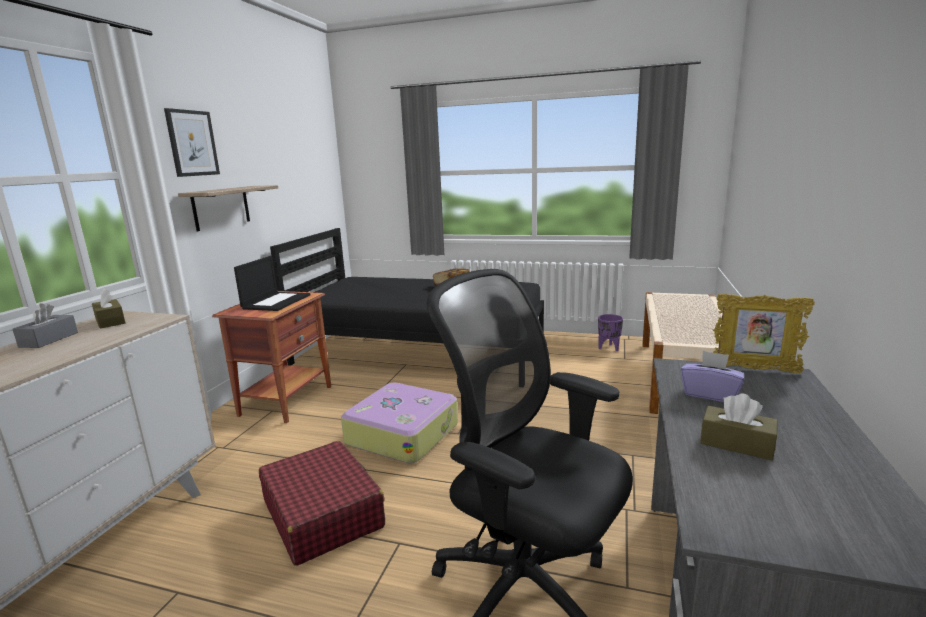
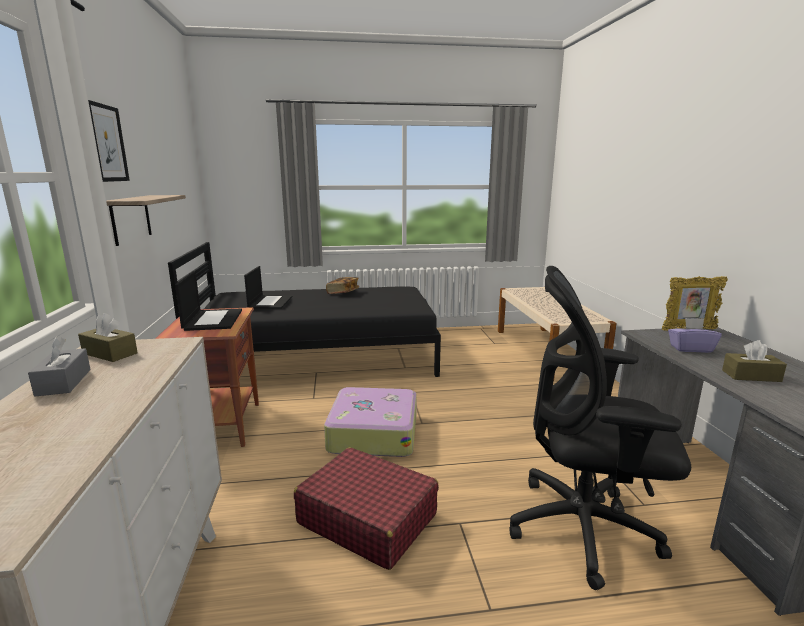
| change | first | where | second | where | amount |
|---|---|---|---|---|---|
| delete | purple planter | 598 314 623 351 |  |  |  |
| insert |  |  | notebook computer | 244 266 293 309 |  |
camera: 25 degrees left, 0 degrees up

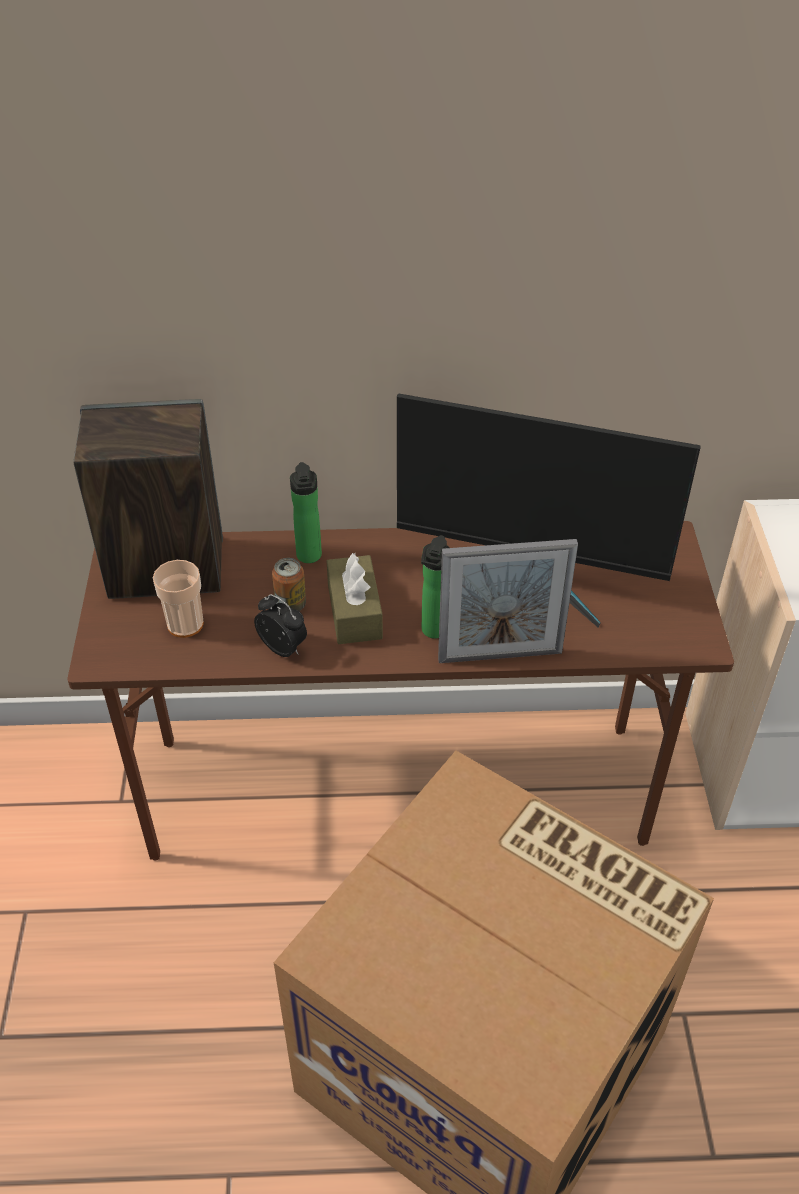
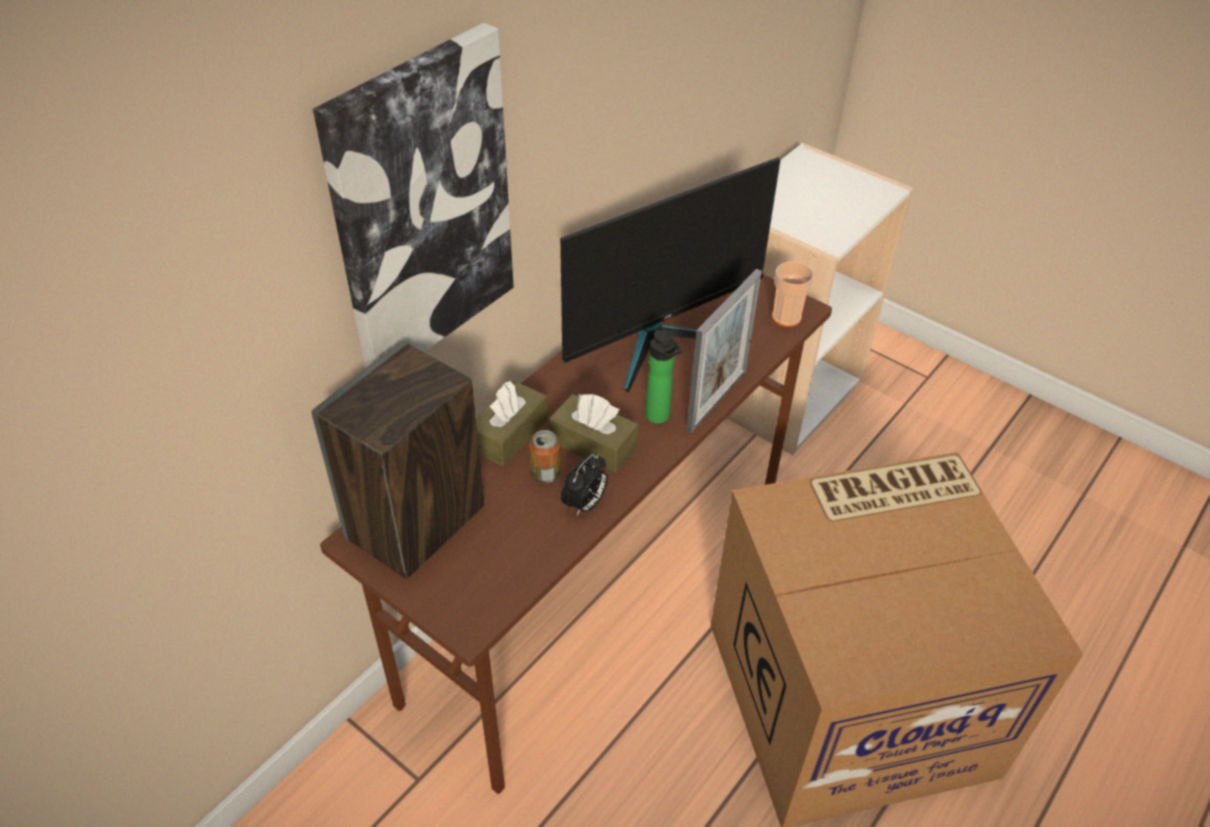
| change | first | where | second | where | amount |
|---|---|---|---|---|---|
| replace | drink bottle | 290 462 322 563 | brown-coloured tissue holder | 476 381 548 467 |  |
| move | drinking cup | 153 560 204 638 |  | 772 261 814 327 |  |
| rotate | alarm clock | 254 594 307 657 |  | 561 454 608 516 | 135 degrees clockwise |
| insert |  |  | wall picture | 313 23 514 369 |  |
camera: 50 degrees left, 0 degrees up

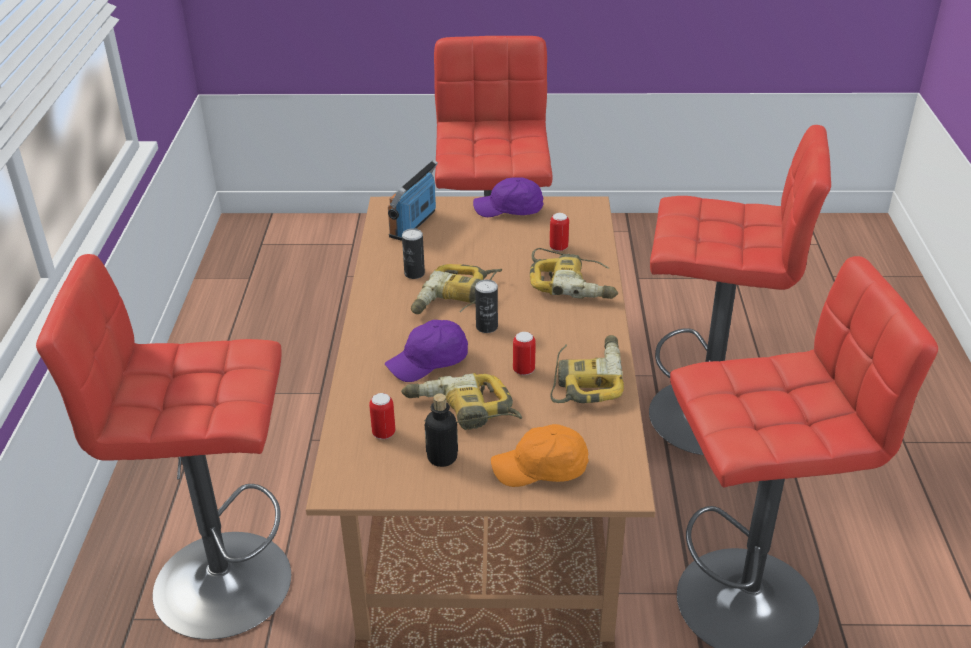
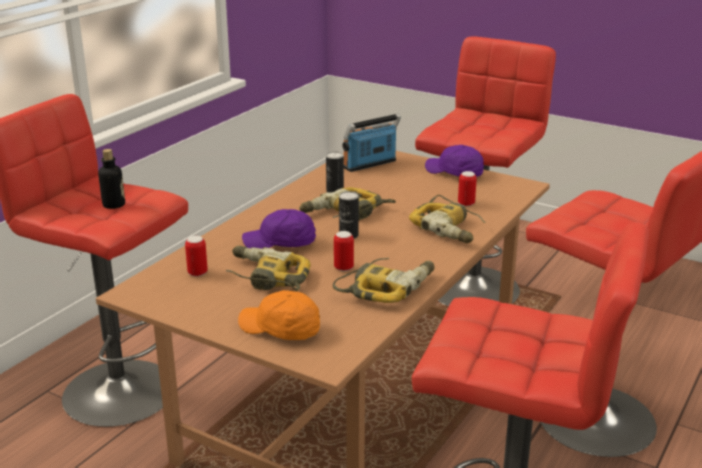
| change | first | where | second | where | amount |
|---|---|---|---|---|---|
| move | drink bottle | 425 393 458 467 |  | 98 149 125 209 |  |
camera: 30 degrees right, 10 degrees down

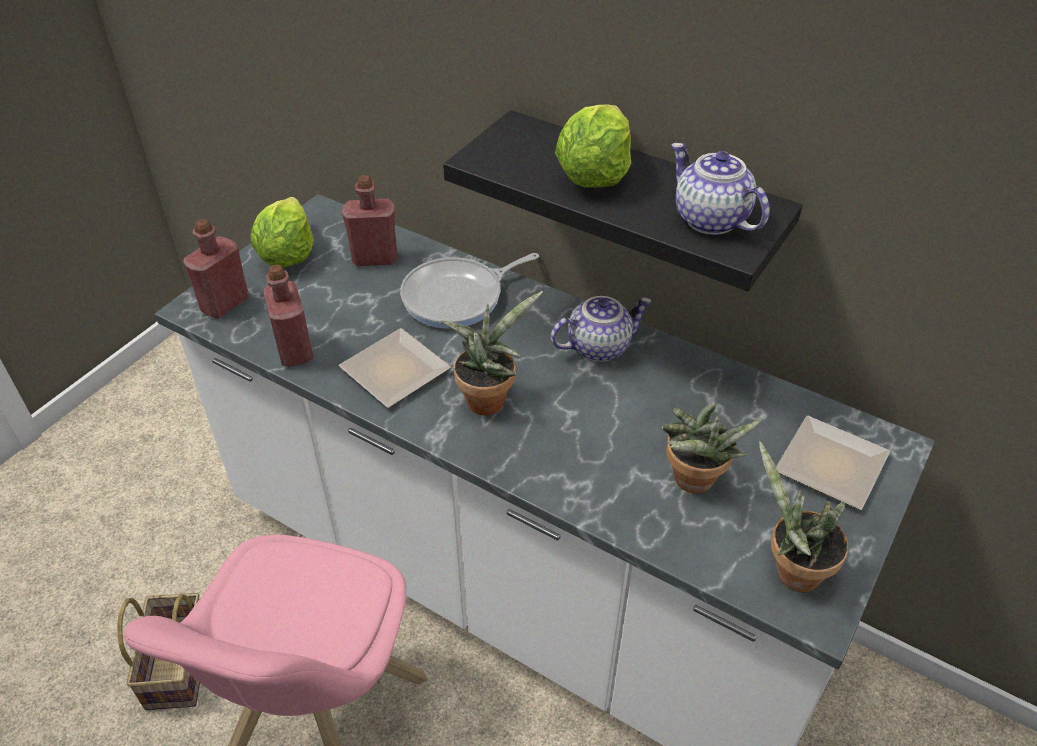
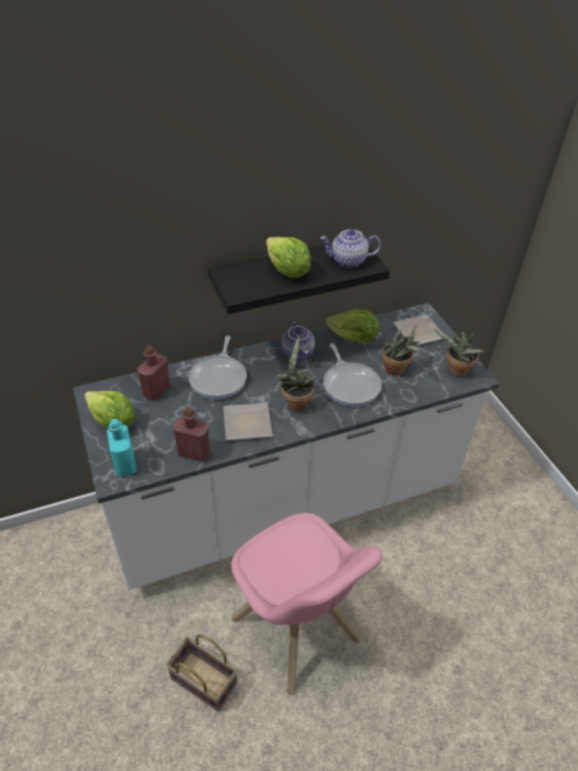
| change | first | where | second | where | amount |
|---|---|---|---|---|---|
| recolor | red drink bottle | 183 219 249 319 | blue-green drink bottle | 107 419 137 477 |  |
| rotate | pot for tea | 551 296 652 362 |  | 281 319 315 361 | 150 degrees clockwise |
| insert |  |  | head of lettuce | 326 310 379 343 |  |
| insert |  |  | skillet | 323 343 382 407 |  |
camera: 55 degrees left, 0 degrees up

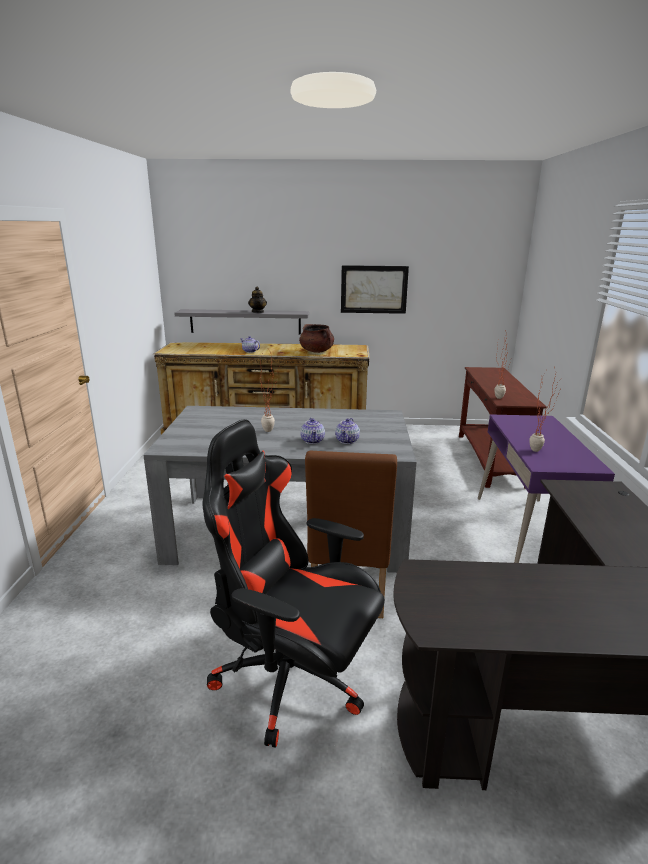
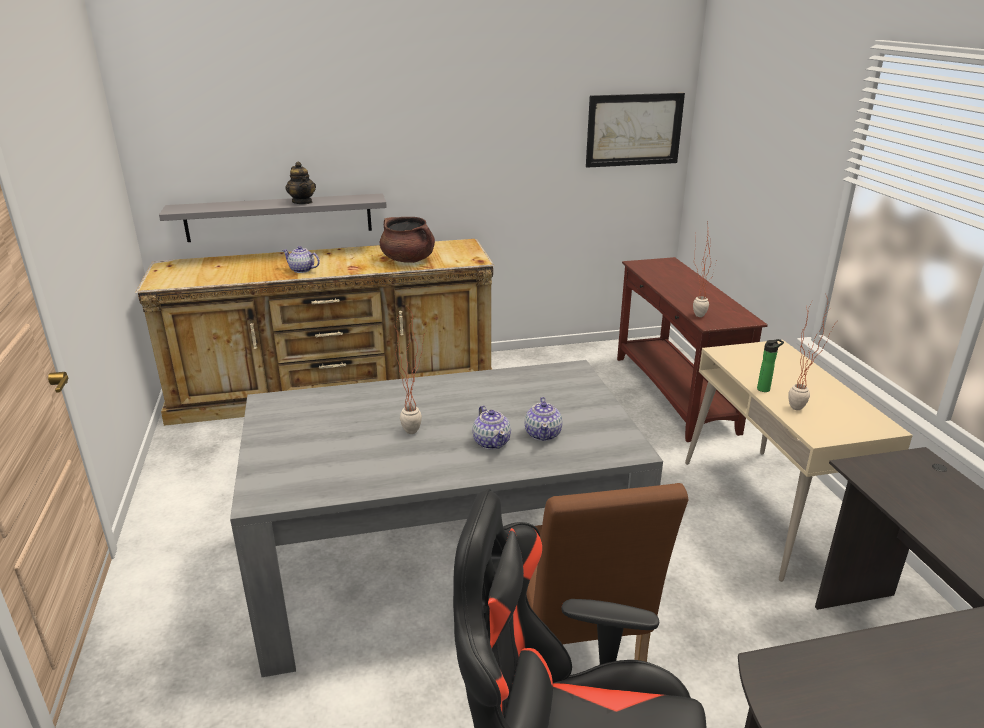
| change | first | where | second | where | amount |
|---|---|---|---|---|---|
| move | wall picture | 341 265 409 314 |  | 586 93 685 168 |  |
| recolor | purple desk unit | 478 415 615 563 | beige desk unit | 685 340 913 582 |  |
| insert |  |  | drink bottle | 757 339 784 392 |  |
camera: 15 degrees left, 5 degrees up

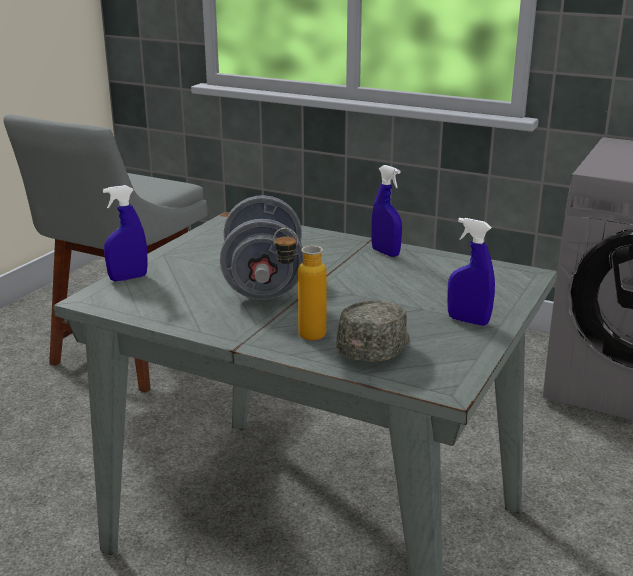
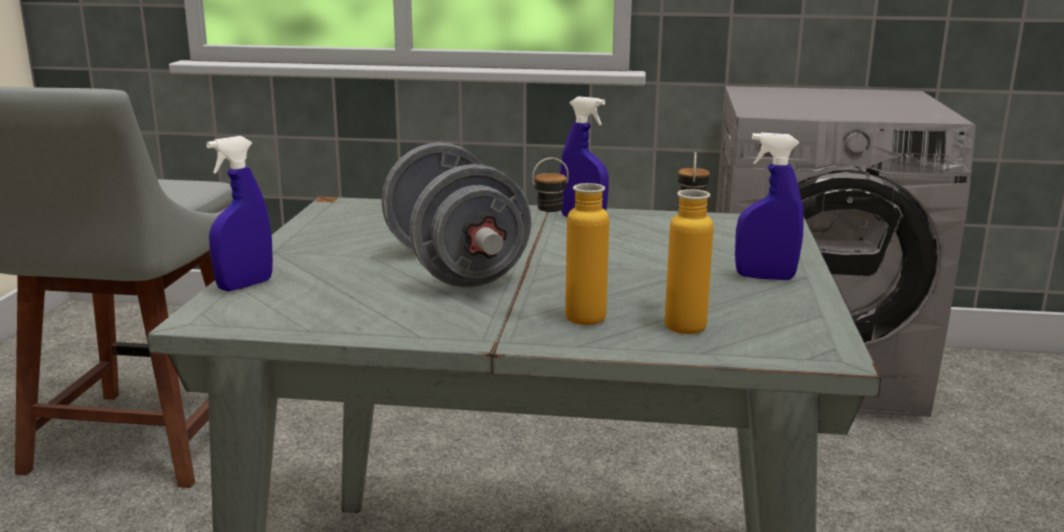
| change | first | where | second | where | amount |
|---|---|---|---|---|---|
| replace | greyish peaked cap | 336 300 410 362 | drink bottle | 665 152 714 334 |  |
camera: 20 degrees left, 5 degrees down

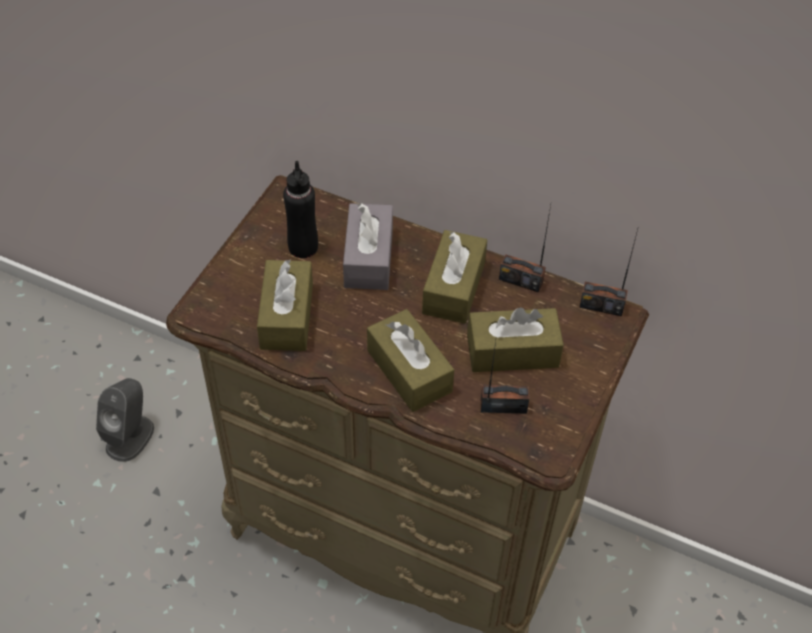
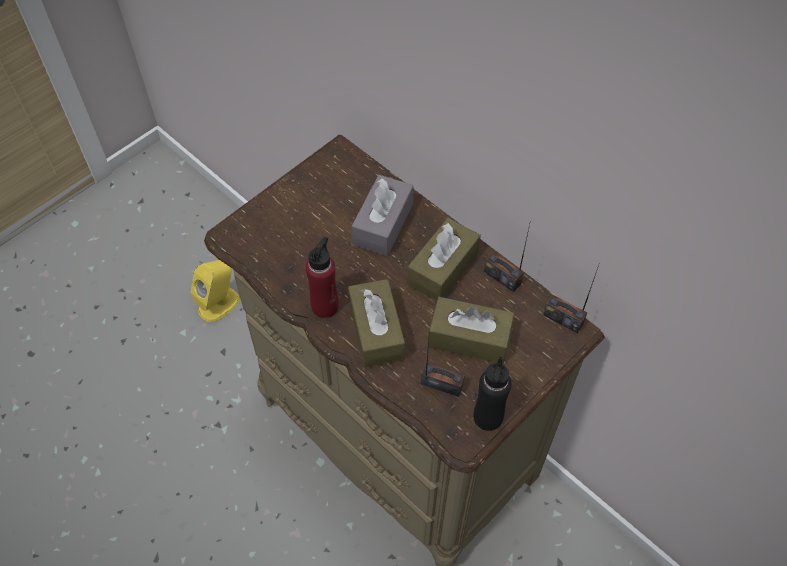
| change | first | where | second | where | amount |
|---|---|---|---|---|---|
| move | blackish drink bottle | 283 161 318 258 |  | 474 357 512 431 |  |
| delete | brown-coloured tissue holder | 257 259 313 351 |  |  |  |
| recolor | greyish loudspeaker | 96 378 154 462 | yellowish loudspeaker | 191 260 239 322 |  |
| insert |  |  | red drink bottle | 306 237 339 318 |  |
camera: 20 degrees right, 5 degrees up

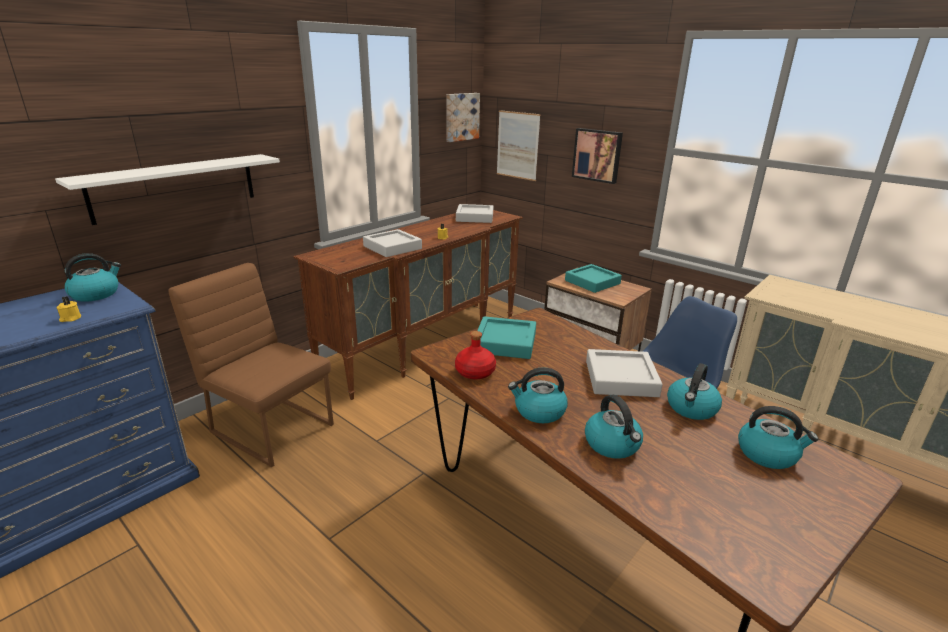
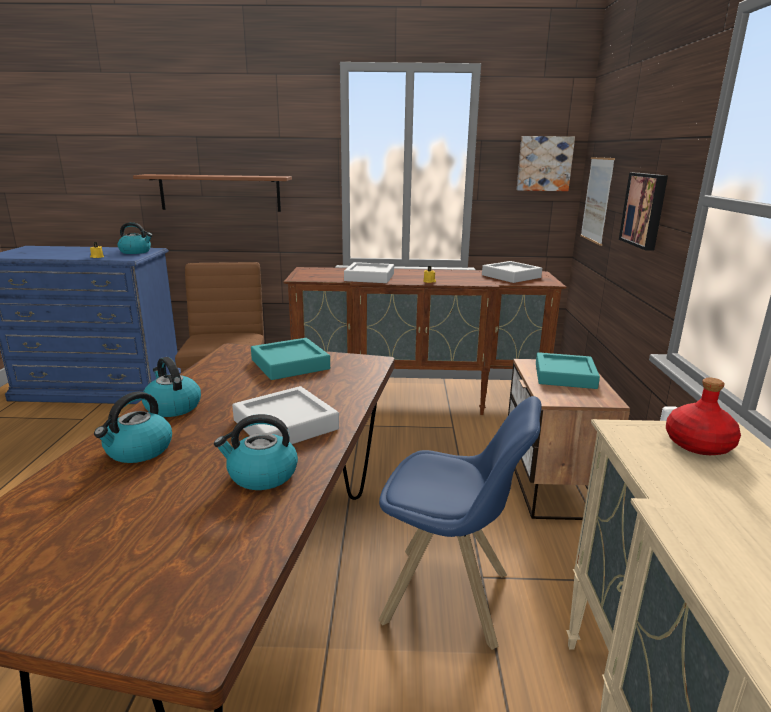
| change | first | where | second | where | amount |
|---|---|---|---|---|---|
| recolor | whitish wall shelf | 55 154 280 225 | brown-coloured wall shelf | 133 174 292 212 |  |
| move | red drink bottle | 455 331 496 379 |  | 666 378 741 455 |  |
| delete | water kettle | 738 406 818 469 |  |  |  |
camera: 50 degrees right, 5 degrees down

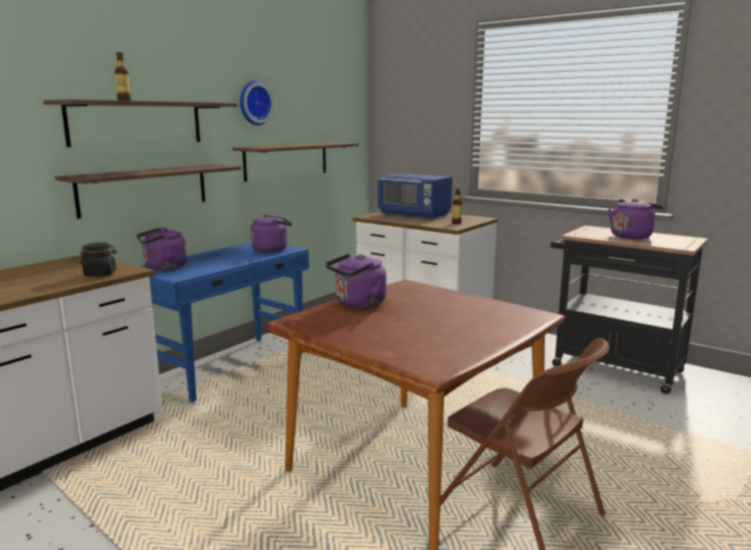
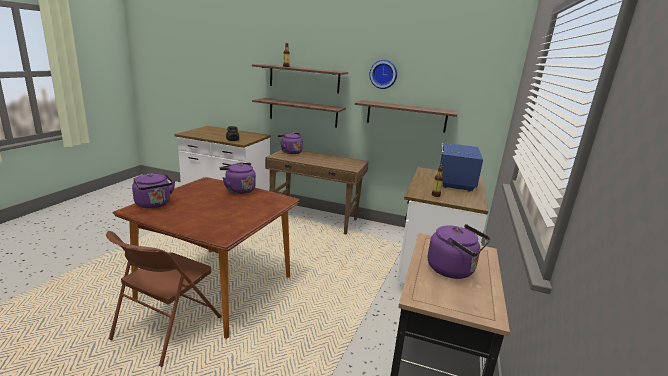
| change | first | where | second | where | amount |
|---|---|---|---|---|---|
| move | purple water kettle | 250 215 292 253 |  | 132 173 175 208 |  |
| recolor | blue-coloured console table | 140 242 309 402 | brown-coloured console table | 265 150 369 234 |  |
camera: 70 degrees right, 5 degrees up

